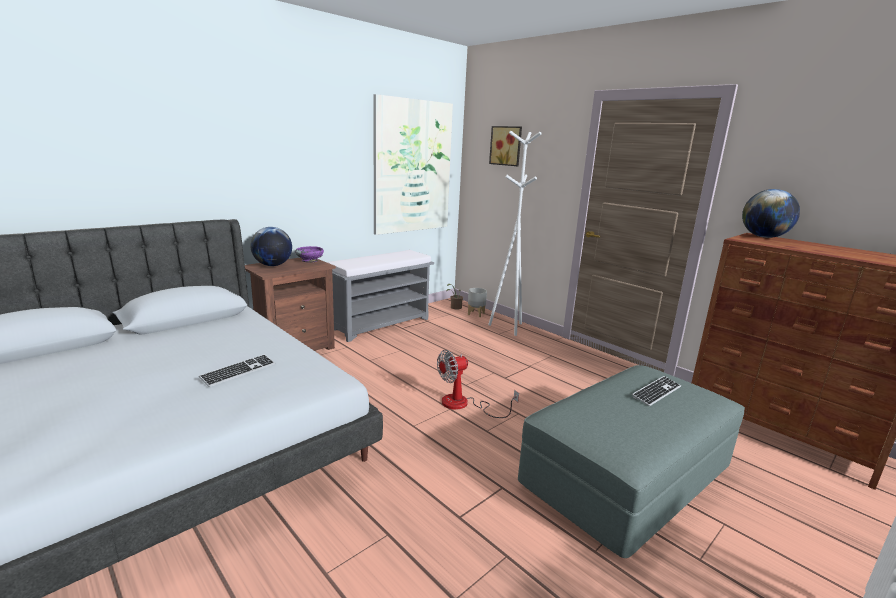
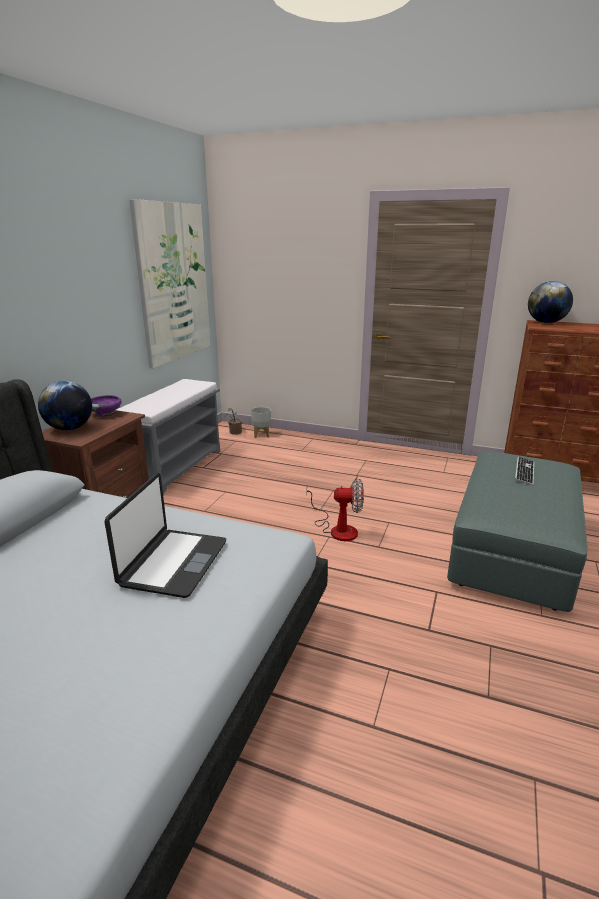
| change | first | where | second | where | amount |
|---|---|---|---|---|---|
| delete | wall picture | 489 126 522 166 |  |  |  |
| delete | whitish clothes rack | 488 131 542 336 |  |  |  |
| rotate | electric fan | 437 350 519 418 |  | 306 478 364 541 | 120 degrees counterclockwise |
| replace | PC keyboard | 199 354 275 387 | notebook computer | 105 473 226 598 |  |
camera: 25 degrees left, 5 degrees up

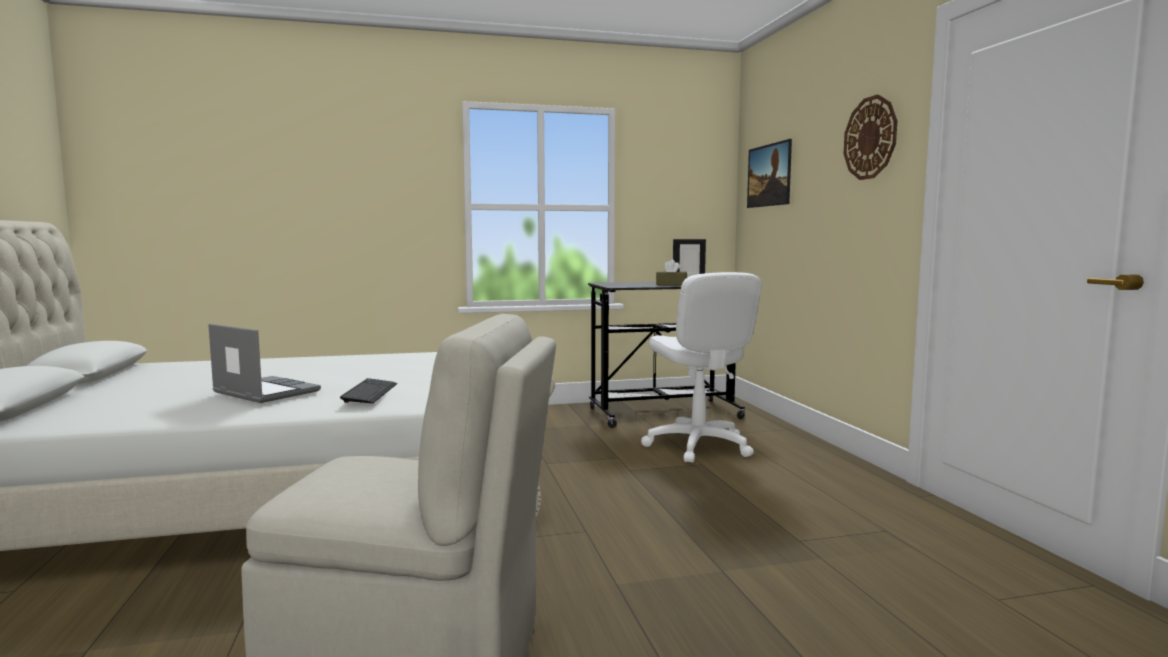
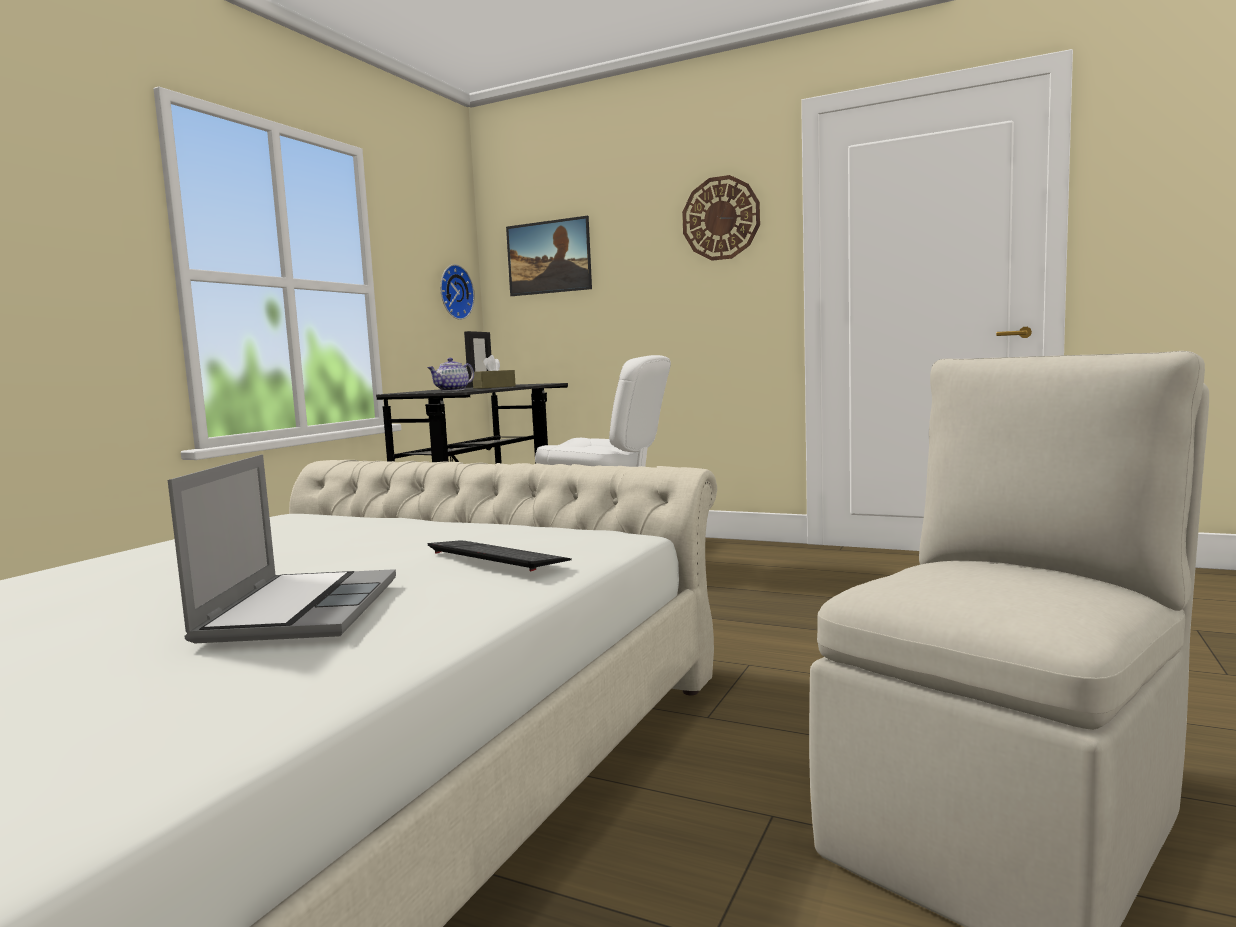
| change | first | where | second | where | amount |
|---|---|---|---|---|---|
| rotate | notebook computer | 208 324 321 403 |  | 168 454 396 643 | 105 degrees clockwise |
| insert |  |  | hanging clock | 440 264 475 320 |  |
| insert |  |  | pot for tea | 428 358 474 391 |  |
camera: 50 degrees left, 0 degrees up

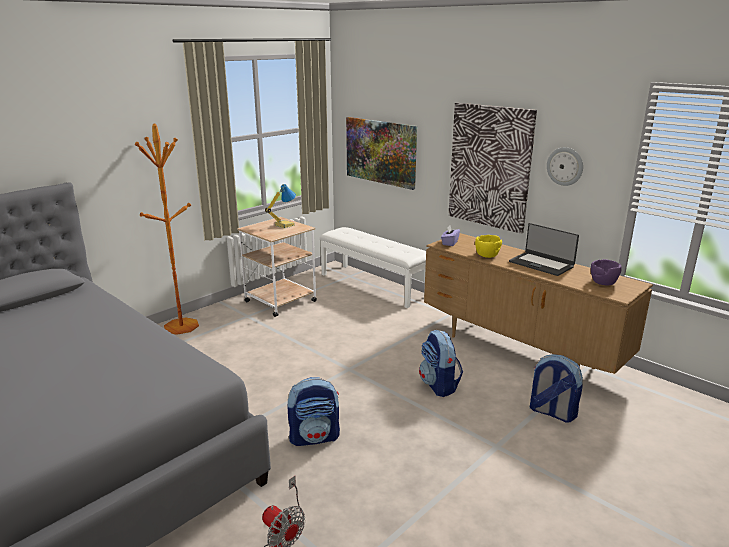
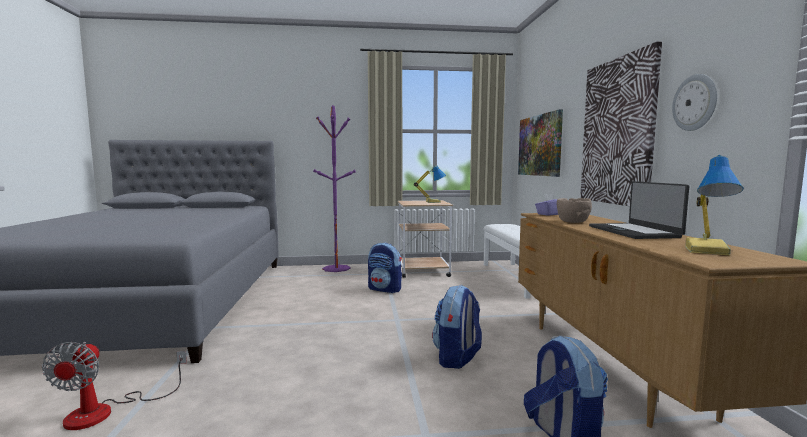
| change | first | where | second | where | amount |
|---|---|---|---|---|---|
| recolor | orange-coloured clothes rack | 135 124 199 335 | purple clothes rack | 313 105 356 272 |  |
| recolor | yellowish deep dish | 475 235 502 258 | brown-coloured deep dish | 557 198 592 223 |  |
| replace | purple deep dish | 591 259 622 285 | lamp for a table | 685 155 744 256 |  |
| move | rucksack | 287 377 340 446 |  | 368 242 402 293 |  |
camera: 40 degrees right, 15 degrees down

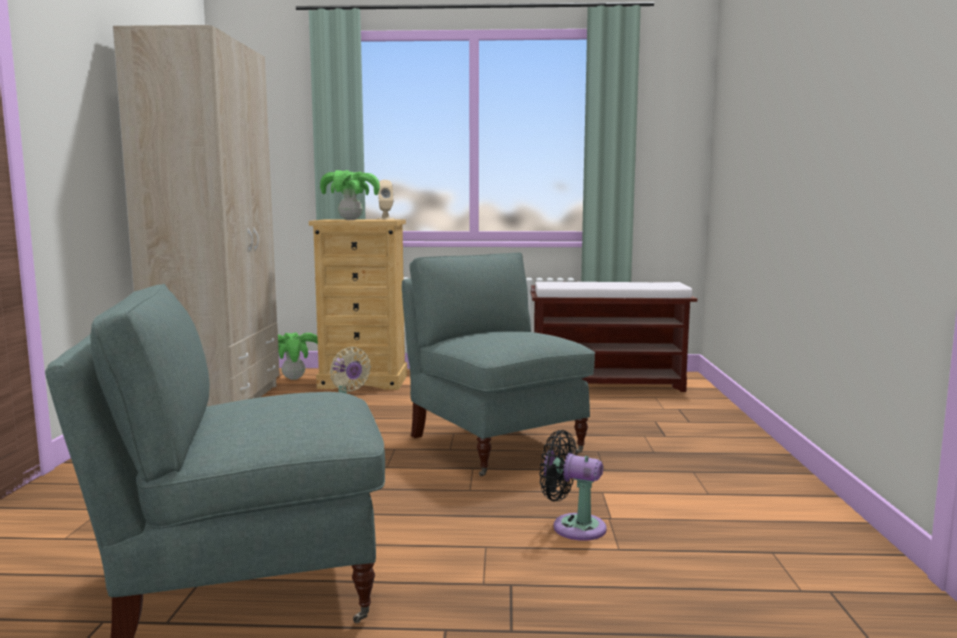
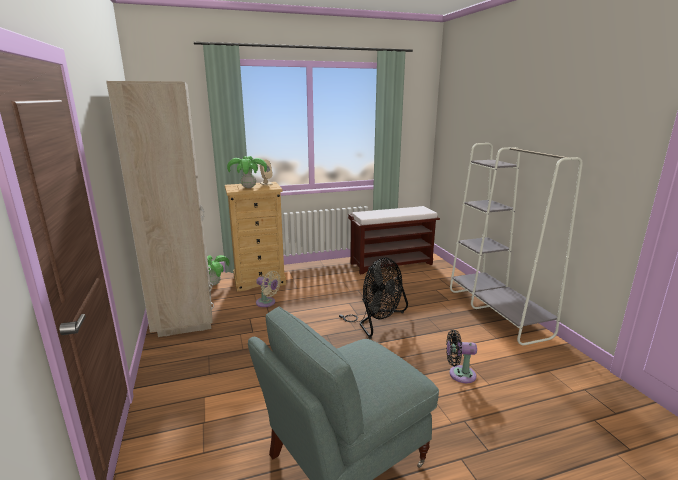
| change | first | where | second | where | amount |
|---|---|---|---|---|---|
| replace | greyish lounge chair | 402 252 595 476 | blackish electric fan | 339 258 408 339 |  |
| insert |  |  | greyish clothes rack | 450 143 583 345 |  |
camera: 20 degrees left, 10 degrees up

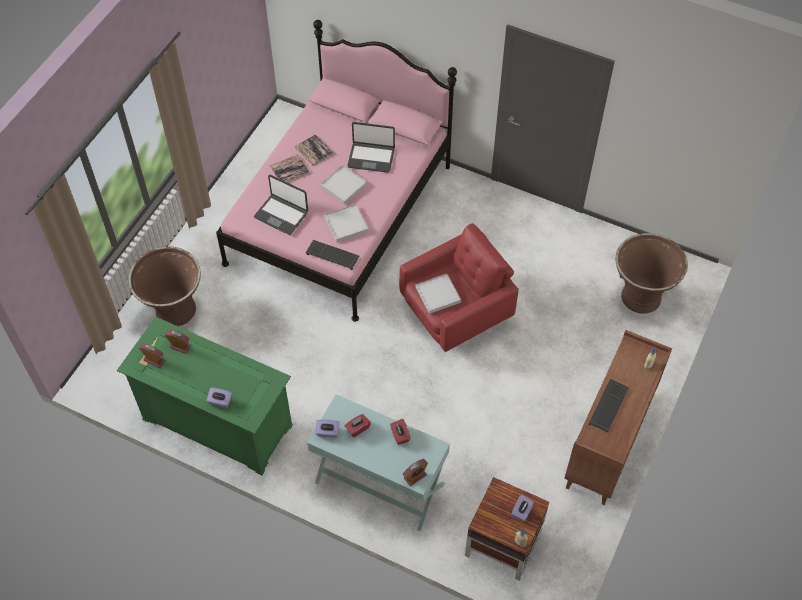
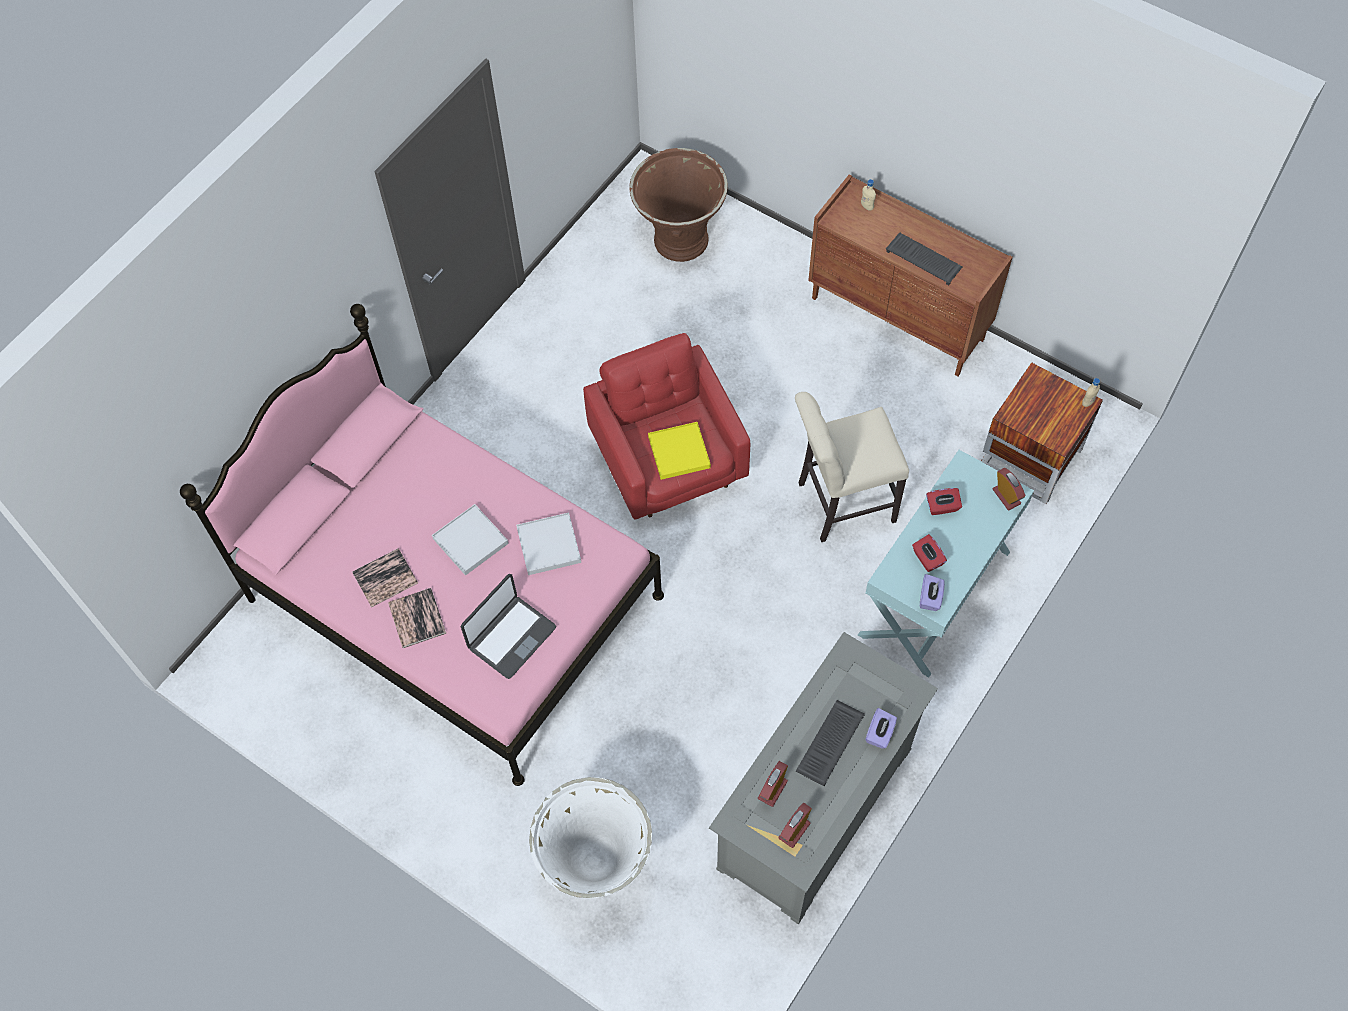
| change | first | where | second | where | amount |
|---|---|---|---|---|---|
| delete | notebook computer | 347 122 395 173 |  |  |  |
| move | PC keyboard | 306 240 359 270 |  | 795 700 865 786 |  |
| recolor | brown-coloured planter | 128 247 201 326 | whitish planter | 529 777 652 898 |  |
| recolor | whitish serving tray | 416 274 461 314 | yellowish serving tray | 648 422 711 480 |  |
| recolor | greenish chest of drawers | 117 317 293 475 | greyish chest of drawers | 709 632 938 925 |  |
| delete | purple tissue holder | 512 495 534 522 |  |  |  |
| insert |  |  | beige sitting stool | 795 392 909 542 |  |
camera: 80 degrees left, 5 degrees up

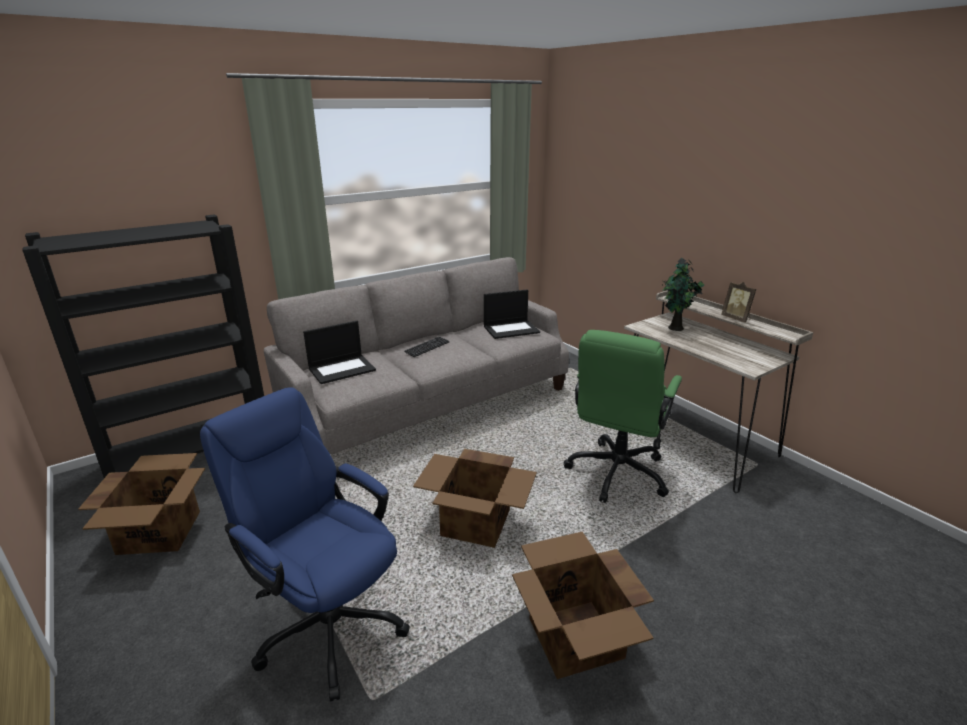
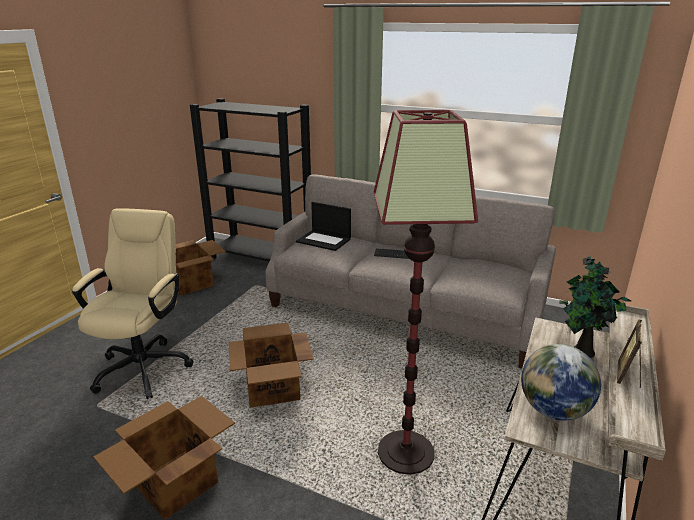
| change | first | where | second | where | amount |
|---|---|---|---|---|---|
| delete | notebook computer | 484 289 540 339 |  |  |  |
| replace | greenish desk chair | 564 330 682 503 | standing lamp | 374 110 478 475 |  |
| recolor | blue-coloured desk chair | 200 387 410 701 | beige desk chair | 72 208 194 399 |  |
| insert |  |  | desk globe | 521 344 601 421 |  |
camera: 60 degrees right, 0 degrees up

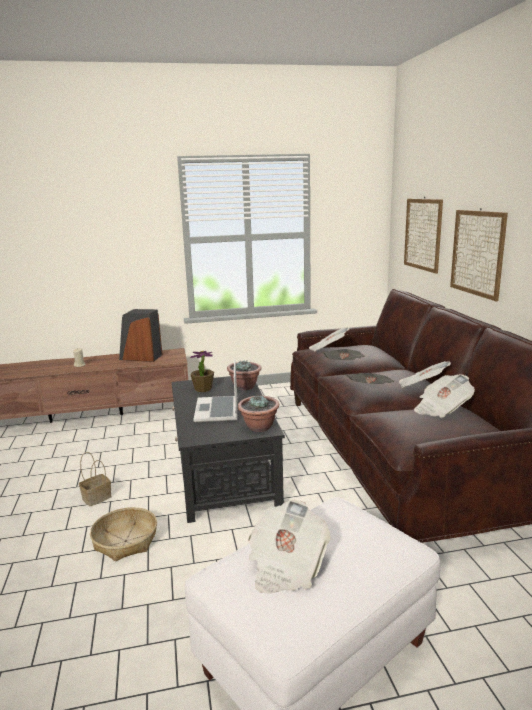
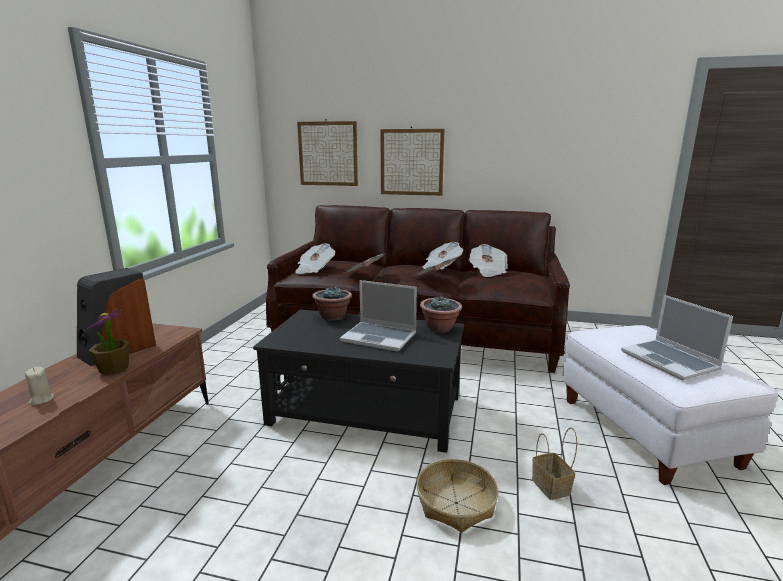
| change | first | where | second | where | amount |
|---|---|---|---|---|---|
| move | plant in a pot | 190 351 214 392 |  | 86 309 130 375 |  |
| move | storage basket | 79 452 112 506 |  | 532 427 577 500 |  |
| replace | printed paper | 249 500 330 594 | notebook computer | 621 295 733 380 |  |
camera: 65 degrees left, 0 degrees up

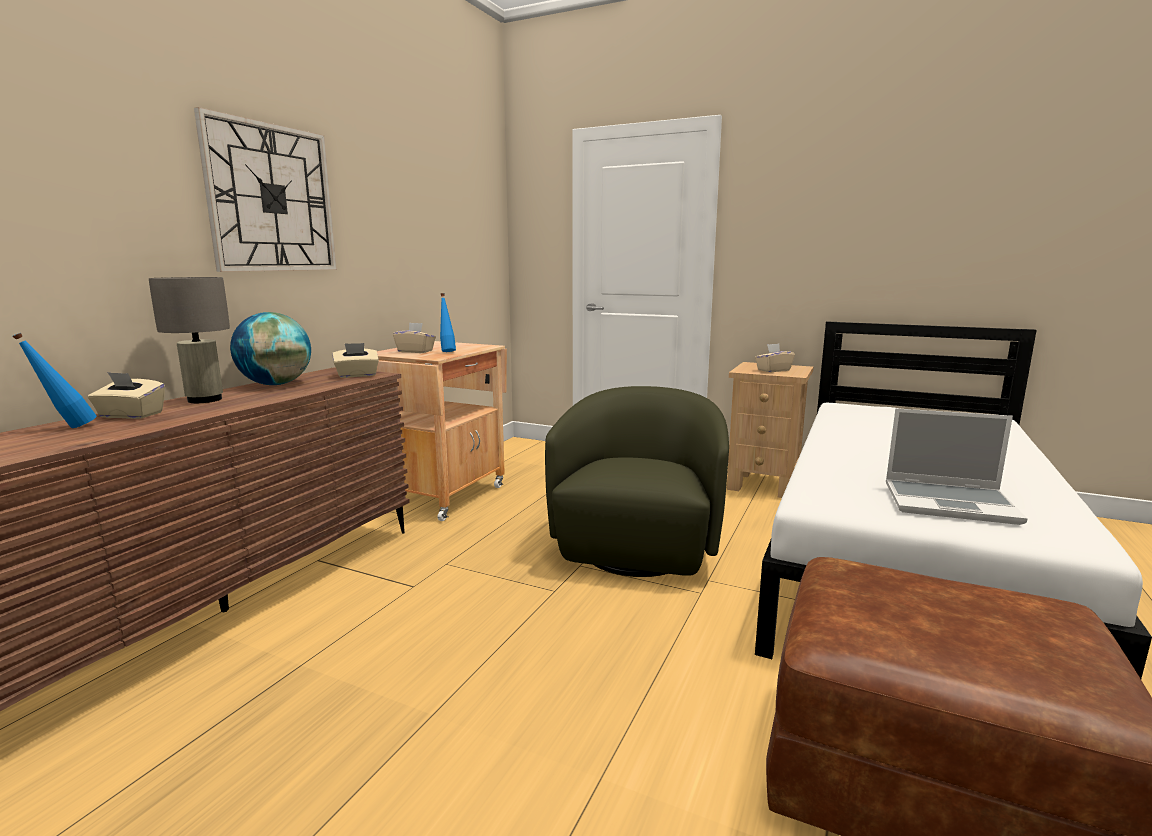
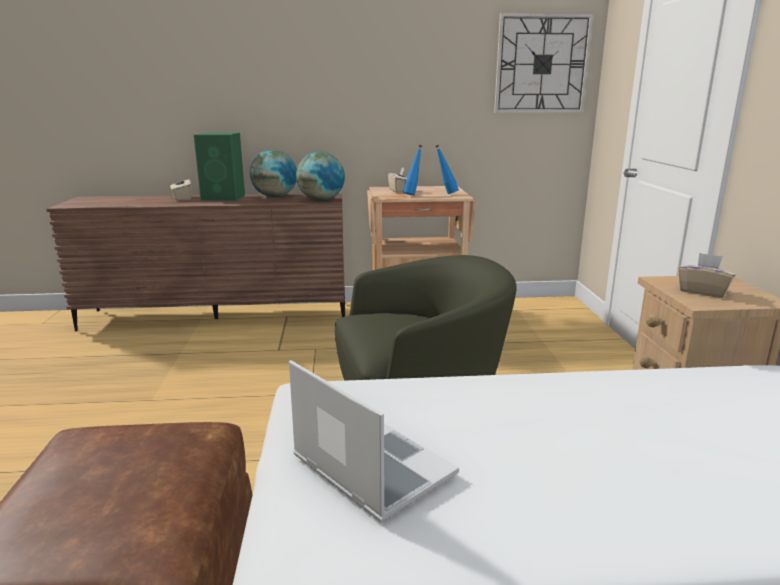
| change | first | where | second | where | amount |
|---|---|---|---|---|---|
| move | hanging clock | 194 107 337 272 |  | 494 13 594 113 |  |
| replace | greyish lamp for a table | 149 277 230 403 | greenish loudspeaker | 194 133 245 201 |  |
| move | blue-coloured drink bottle | 12 333 97 428 |  | 436 145 459 194 |  |
| replace | beige tissue holder | 332 343 379 378 | desk globe | 296 151 345 201 |  |
| rotate | notebook computer | 886 408 1027 525 |  | 289 360 459 522 | 150 degrees clockwise |
camera: 60 degrees right, 5 degrees up

